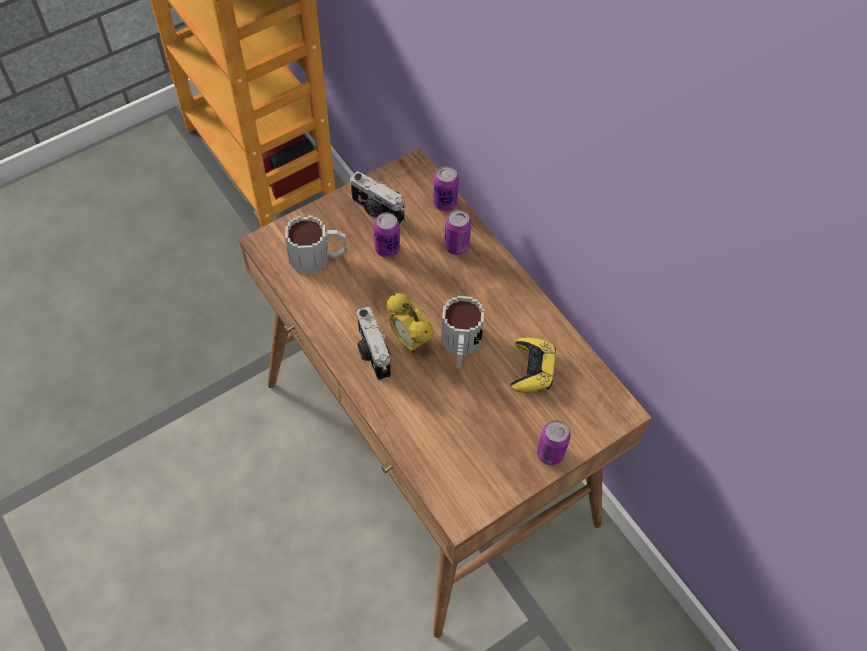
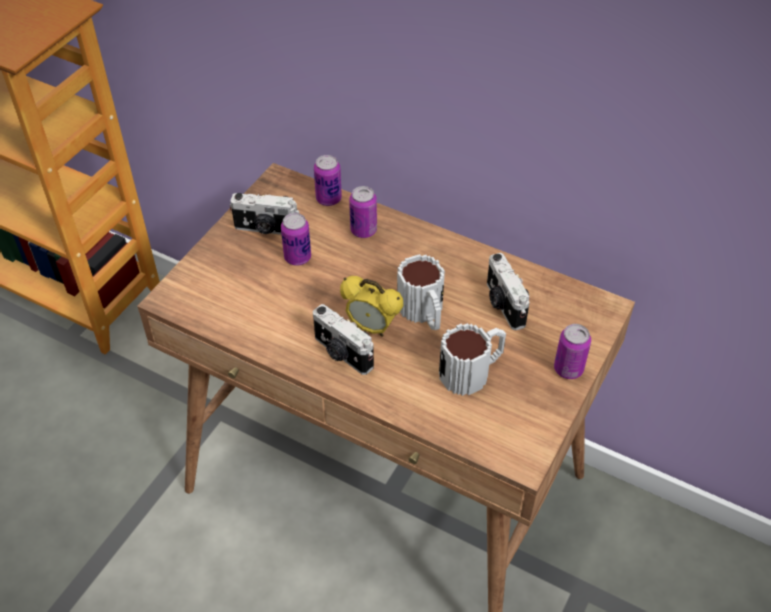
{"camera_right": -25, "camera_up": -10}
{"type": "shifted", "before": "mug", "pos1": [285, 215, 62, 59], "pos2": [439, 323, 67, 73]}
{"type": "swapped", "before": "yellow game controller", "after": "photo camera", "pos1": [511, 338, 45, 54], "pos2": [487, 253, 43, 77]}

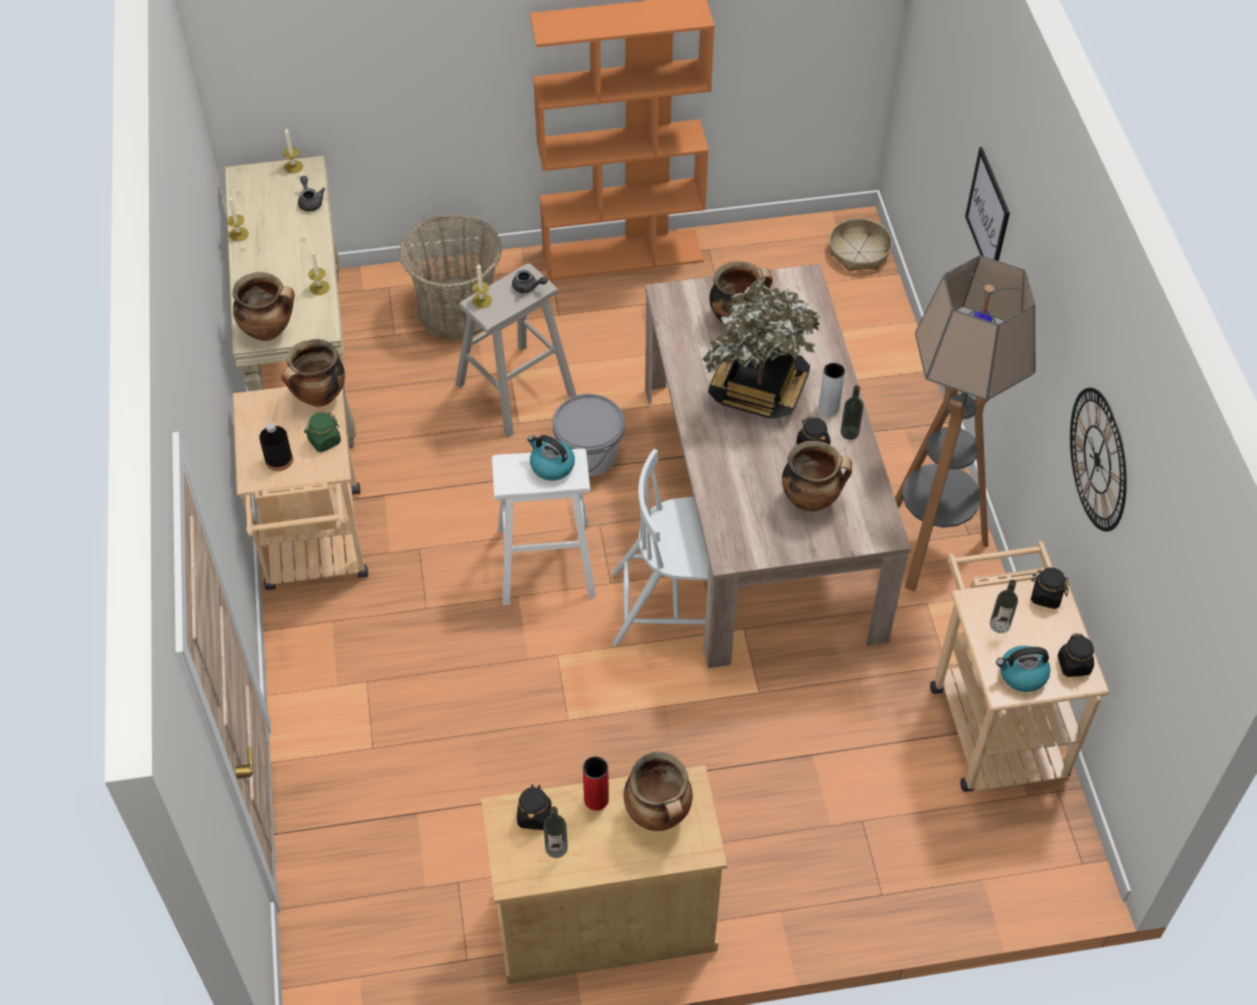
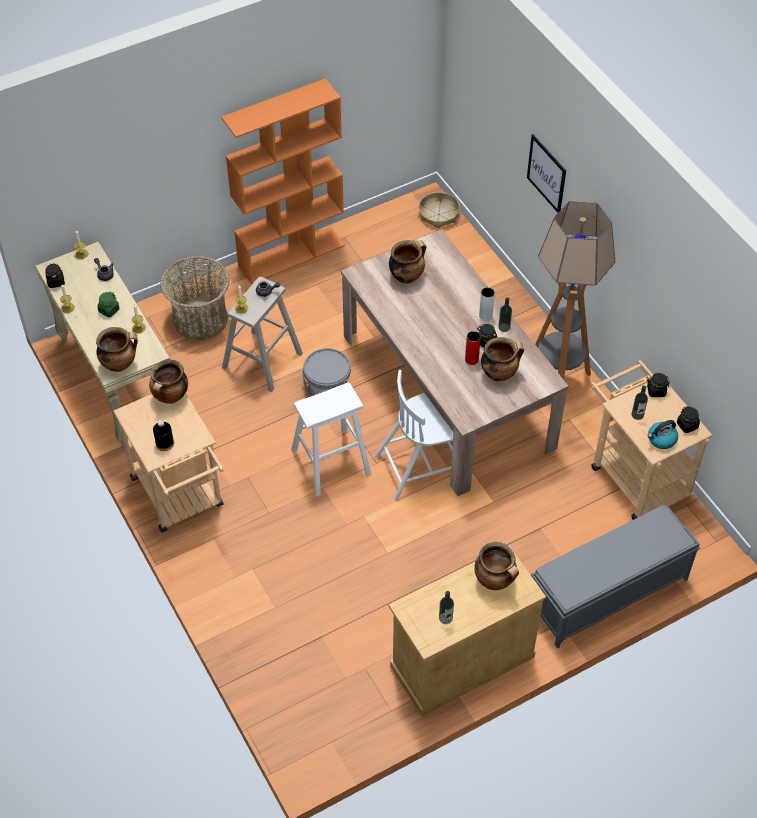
{"camera_right": -20, "camera_up": 0}
{"type": "gone", "before": "kettle", "pos1": [527, 435, 48, 46]}
{"type": "gone", "before": "potted plant", "pos1": [702, 279, 119, 140]}
{"type": "gone", "before": "wall clock", "pos1": [1070, 388, 57, 144]}
{"type": "new", "after": "grey bench", "pos2": [531, 505, 169, 144]}
{"type": "shifted", "before": "green jar", "pos1": [304, 412, 37, 40], "pos2": [98, 291, 21, 26]}
{"type": "shifted", "before": "black jar", "pos1": [517, 784, 34, 46], "pos2": [45, 264, 20, 24]}
{"type": "shifted", "before": "red vase", "pos1": [583, 756, 26, 55], "pos2": [465, 331, 16, 34]}

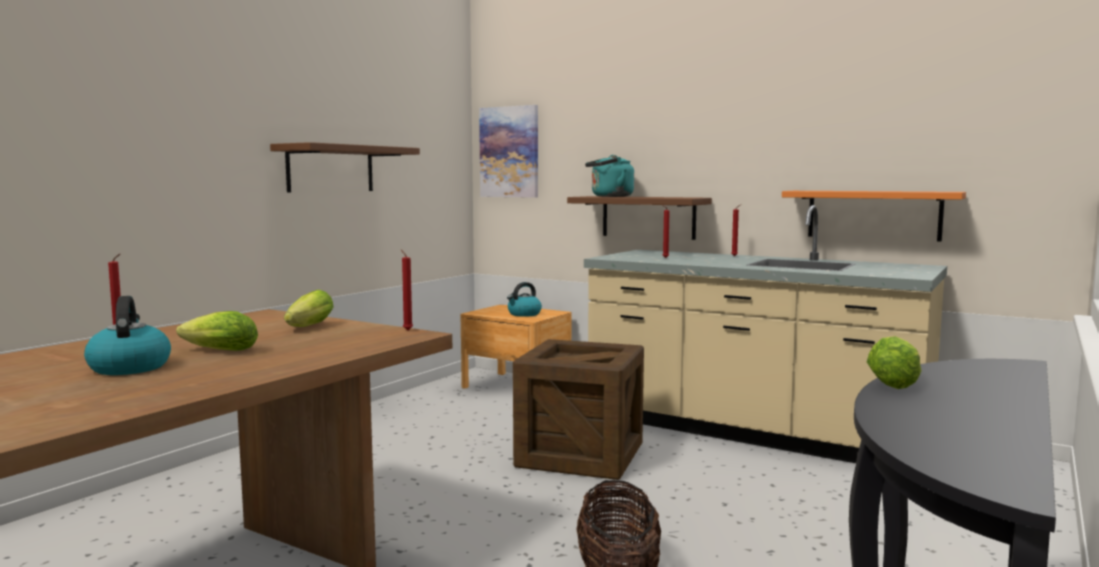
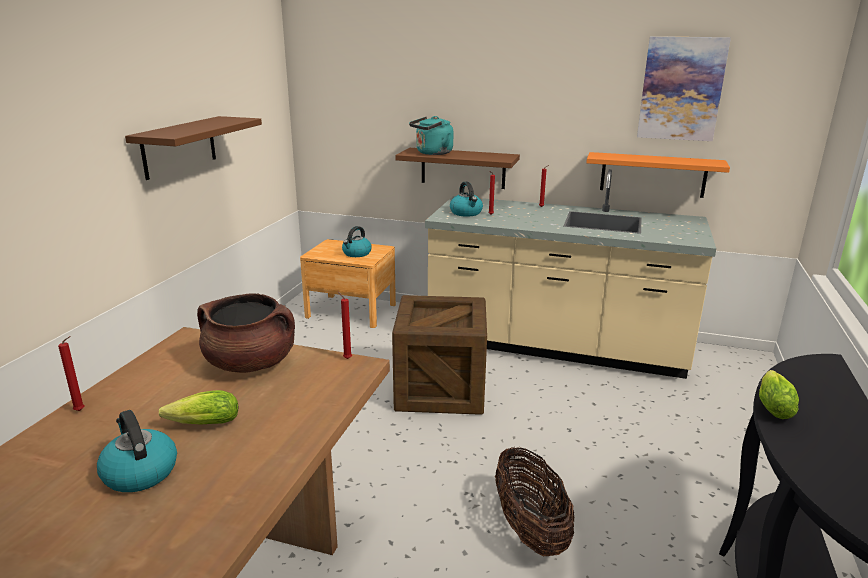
{"camera_right": -15, "camera_up": 15}
{"type": "new", "after": "kettle", "pos2": [450, 182, 33, 35]}
{"type": "shifted", "before": "picture", "pos1": [479, 105, 59, 93], "pos2": [637, 36, 94, 105]}
{"type": "swapped", "before": "lettuce", "after": "brown cooking pot", "pos1": [284, 290, 49, 37], "pos2": [197, 293, 98, 80]}

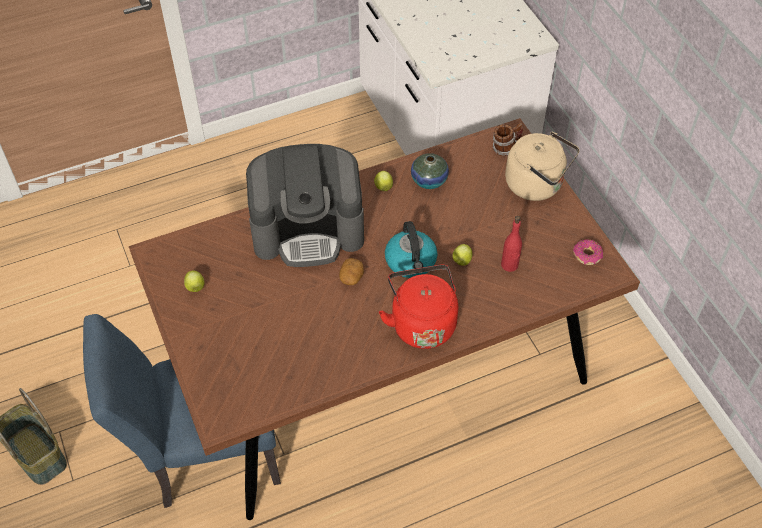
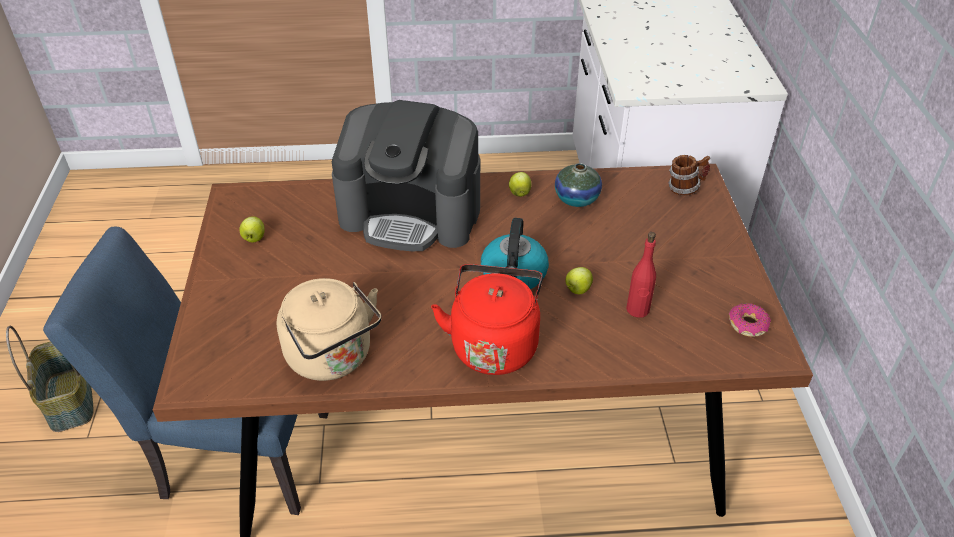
{"camera_right": 20, "camera_up": -10}
{"type": "gone", "before": "potato", "pos1": [339, 258, 25, 27]}
{"type": "shifted", "before": "beige kettle", "pos1": [505, 132, 75, 69], "pos2": [277, 278, 105, 103]}

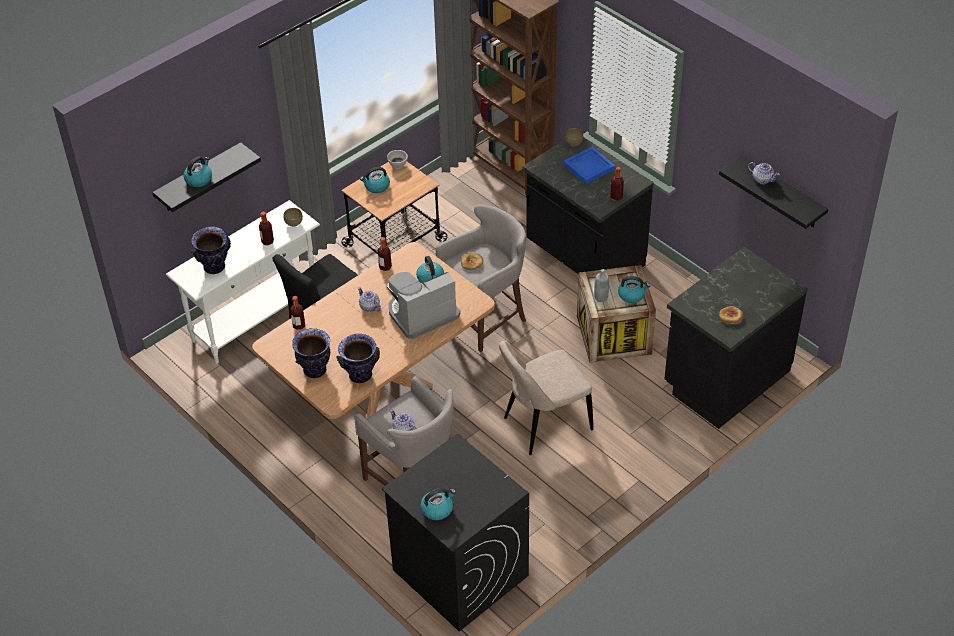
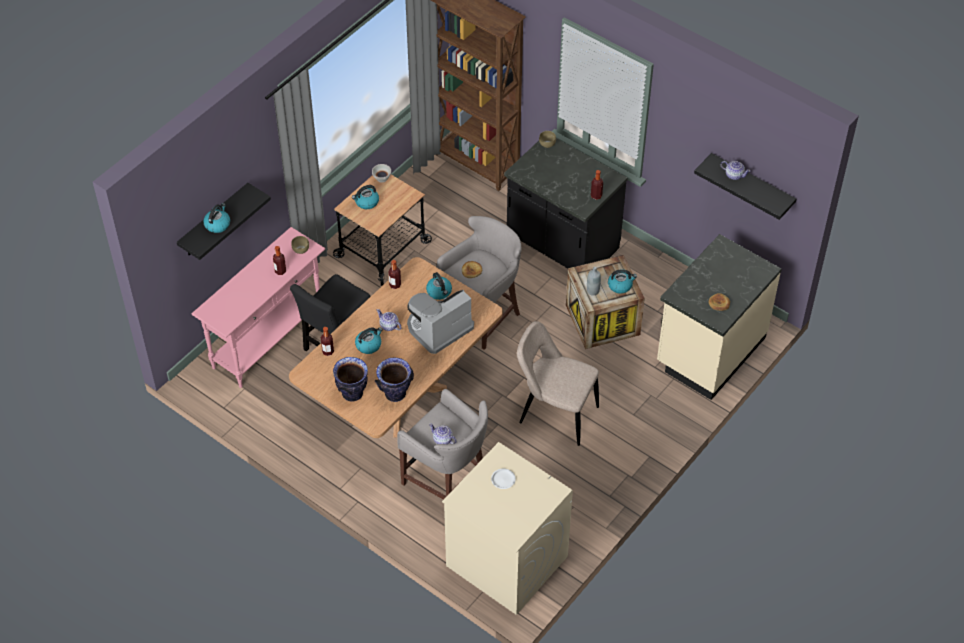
{"camera_right": -10, "camera_up": 5}
{"type": "gone", "before": "vase", "pos1": [191, 227, 40, 47]}
{"type": "gone", "before": "blue tray", "pos1": [563, 147, 52, 37]}
{"type": "new", "after": "white plate", "pos2": [491, 469, 25, 20]}
{"type": "shifted", "before": "kettle", "pos1": [420, 488, 36, 32], "pos2": [355, 327, 28, 27]}
{"type": "repainted", "before": "white console table", "after": "pink console table", "pos1": [166, 200, 154, 164], "pos2": [191, 227, 134, 161]}
{"type": "repainted", "before": "black washing machine", "after": "beige washing machine", "pos1": [382, 434, 147, 198], "pos2": [442, 442, 131, 173]}
{"type": "repainted", "before": "black counter", "after": "beige counter", "pos1": [664, 247, 144, 182], "pos2": [657, 234, 125, 166]}
{"type": "rotated", "before": "beige chair", "pos1": [499, 341, 94, 114], "pos2": [517, 321, 82, 125], "turn": 60}

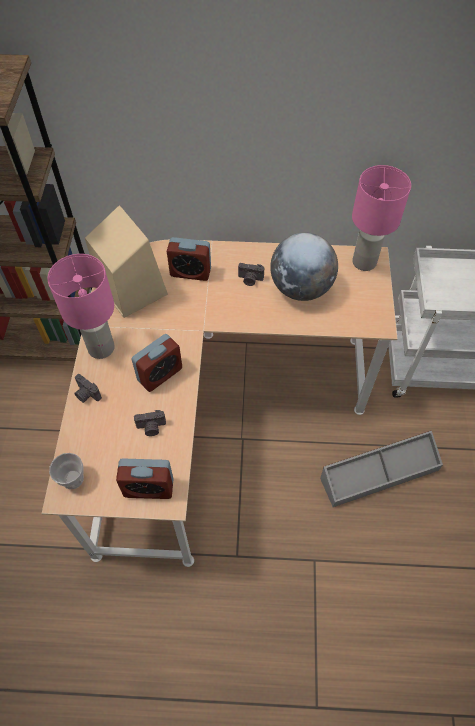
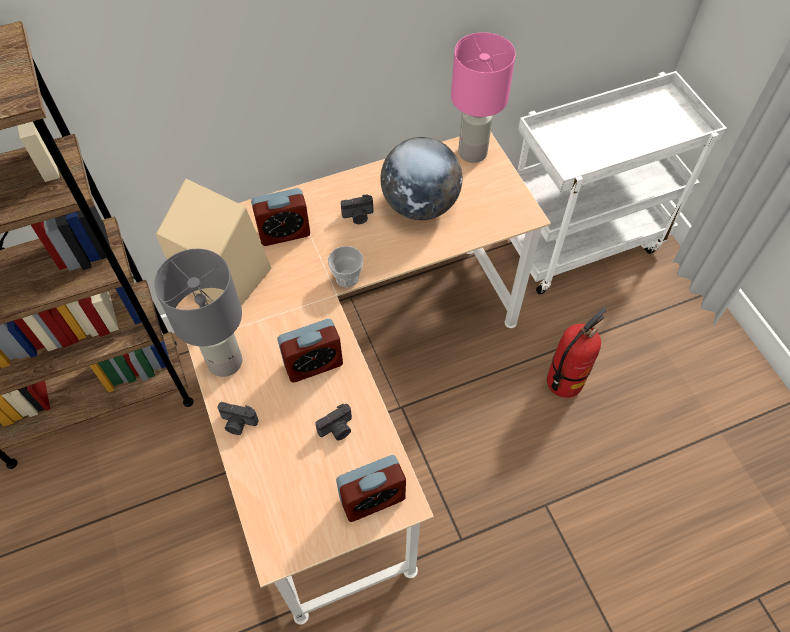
{"camera_right": -25, "camera_up": 0}
{"type": "shifted", "before": "cup", "pos1": [49, 453, 35, 36], "pos2": [328, 246, 36, 42]}
{"type": "swapped", "before": "grey storage box", "after": "fire extinguisher", "pos1": [320, 430, 123, 77], "pos2": [547, 307, 60, 91]}
{"type": "repainted", "before": "pink table lamp", "after": "grey table lamp", "pos1": [47, 254, 68, 105], "pos2": [154, 249, 88, 128]}
{"type": "rotated", "before": "alarm clock", "pos1": [132, 334, 50, 58], "pos2": [277, 319, 66, 64], "turn": 45}

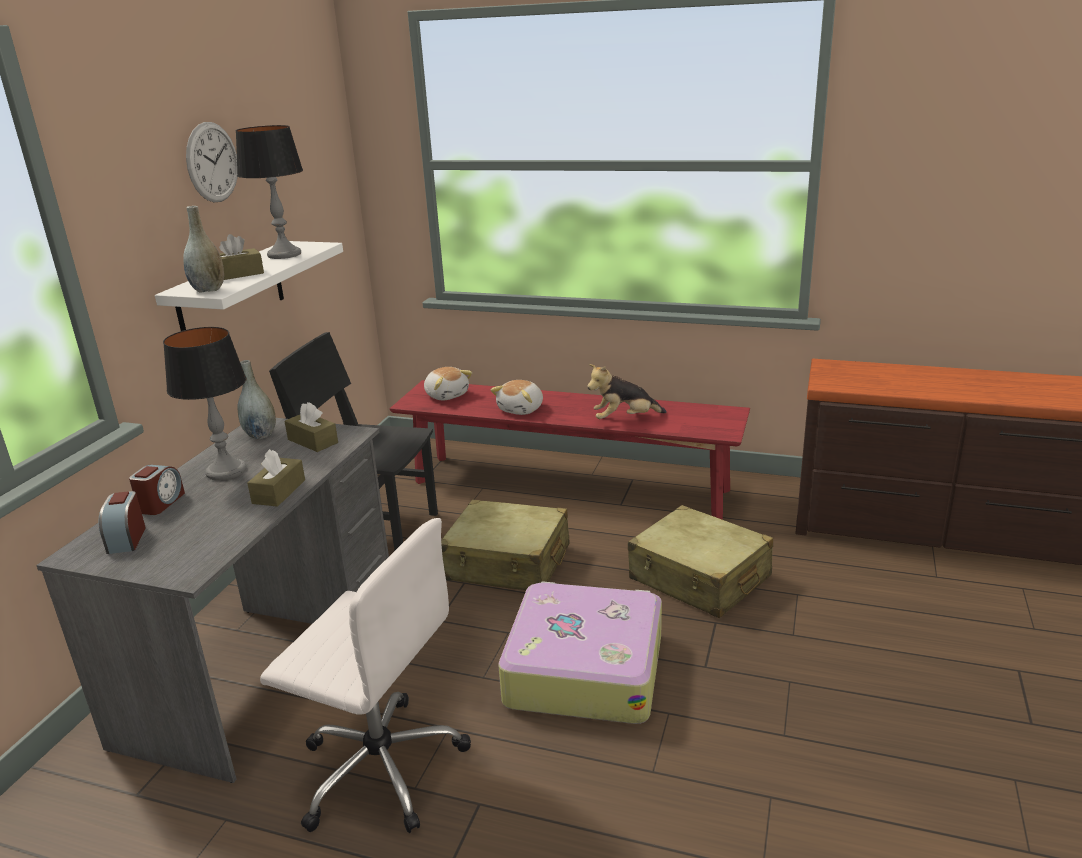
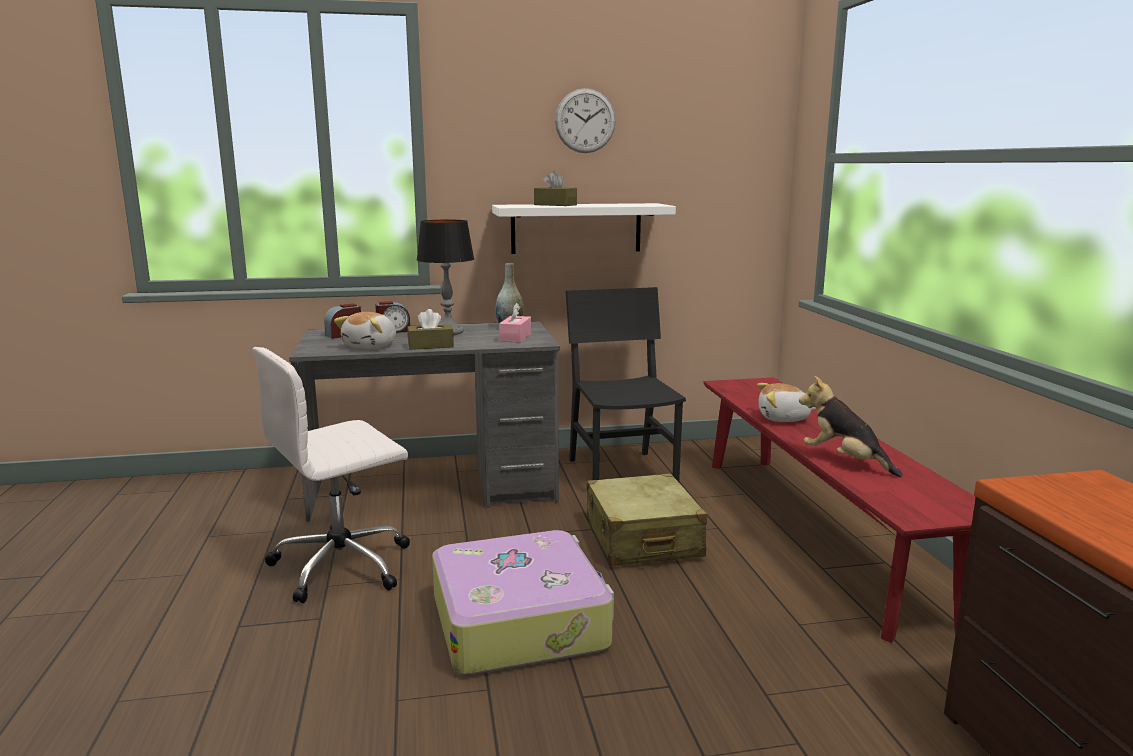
{"camera_right": 60, "camera_up": -10}
{"type": "gone", "before": "grey vase", "pos1": [183, 206, 41, 87]}
{"type": "gone", "before": "table lamp", "pos1": [235, 125, 68, 134]}
{"type": "gone", "before": "beige suitcase", "pos1": [628, 505, 145, 113]}
{"type": "shifted", "before": "plush toy", "pos1": [424, 367, 48, 33], "pos2": [334, 312, 62, 37]}
{"type": "repainted", "before": "brown tissue box", "after": "pink tissue box", "pos1": [285, 402, 53, 50], "pos2": [499, 303, 32, 40]}
{"type": "rotated", "before": "white office chair", "pos1": [260, 518, 211, 315], "pos2": [253, 347, 157, 256], "turn": 60}

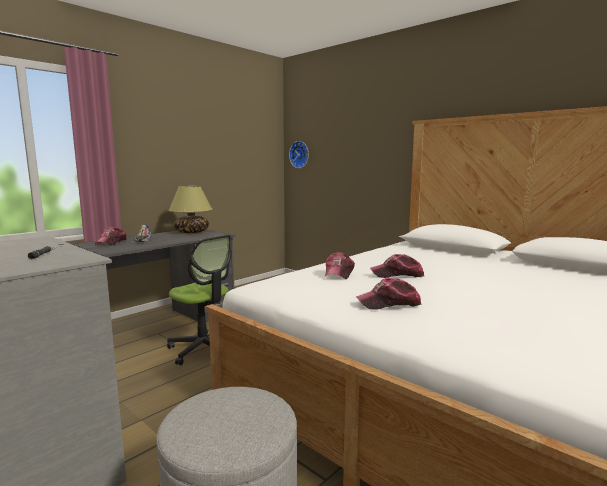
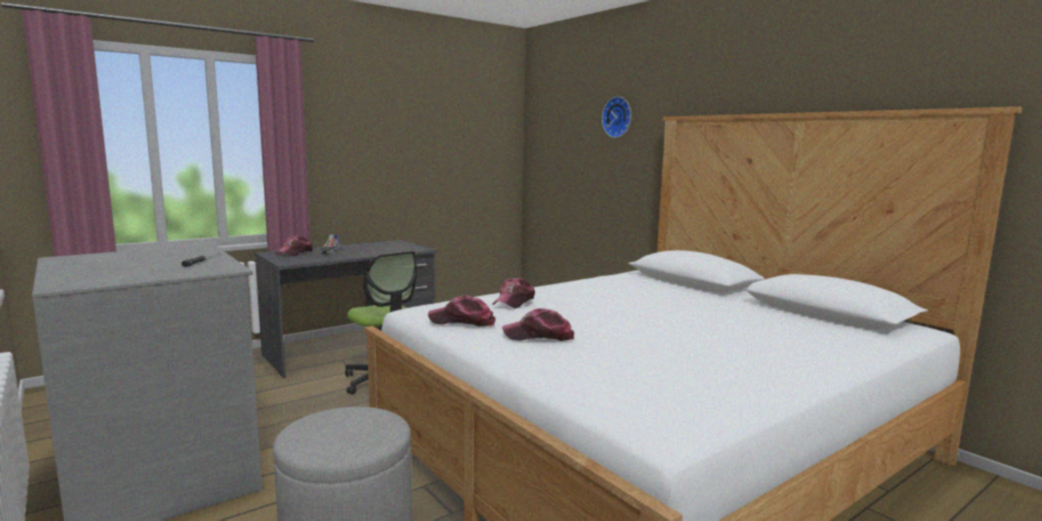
{"camera_right": 10, "camera_up": 0}
{"type": "gone", "before": "table lamp", "pos1": [169, 186, 43, 47]}
{"type": "shifted", "before": "wall clock", "pos1": [289, 141, 20, 27], "pos2": [602, 97, 29, 41]}
{"type": "shifted", "before": "cap", "pos1": [370, 254, 55, 24], "pos2": [428, 296, 68, 31]}

